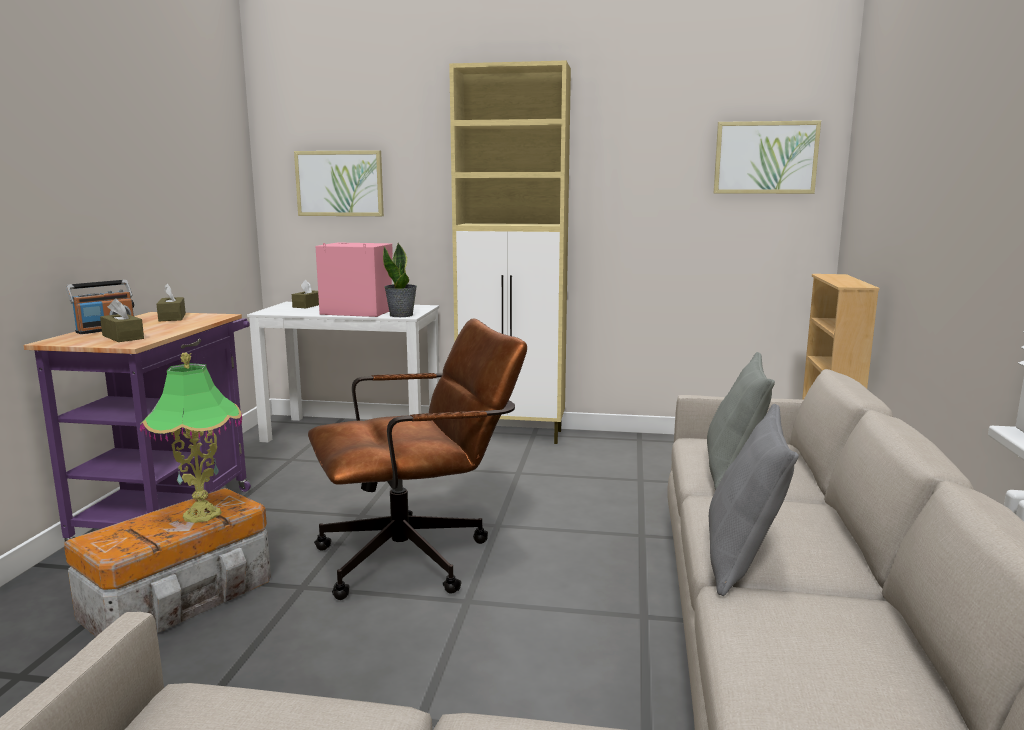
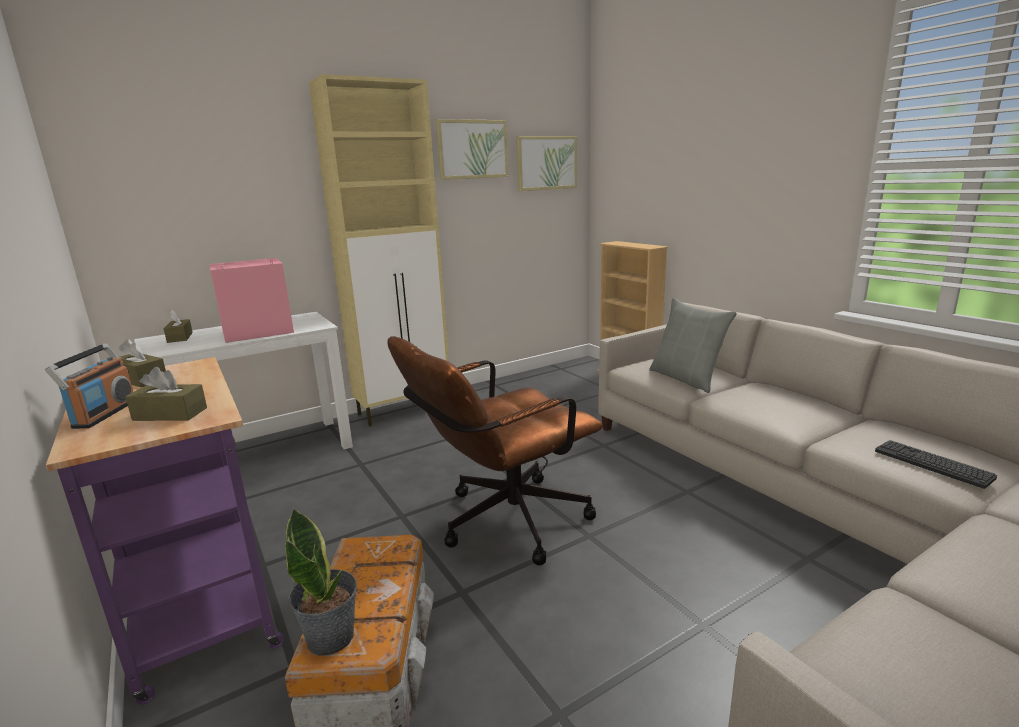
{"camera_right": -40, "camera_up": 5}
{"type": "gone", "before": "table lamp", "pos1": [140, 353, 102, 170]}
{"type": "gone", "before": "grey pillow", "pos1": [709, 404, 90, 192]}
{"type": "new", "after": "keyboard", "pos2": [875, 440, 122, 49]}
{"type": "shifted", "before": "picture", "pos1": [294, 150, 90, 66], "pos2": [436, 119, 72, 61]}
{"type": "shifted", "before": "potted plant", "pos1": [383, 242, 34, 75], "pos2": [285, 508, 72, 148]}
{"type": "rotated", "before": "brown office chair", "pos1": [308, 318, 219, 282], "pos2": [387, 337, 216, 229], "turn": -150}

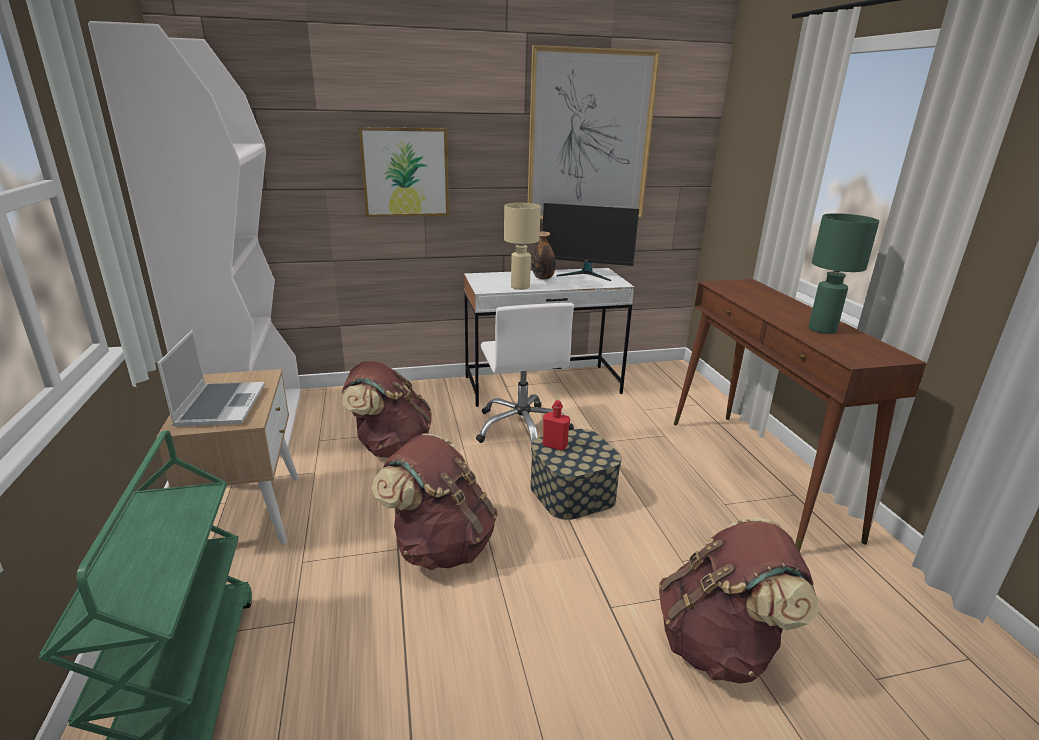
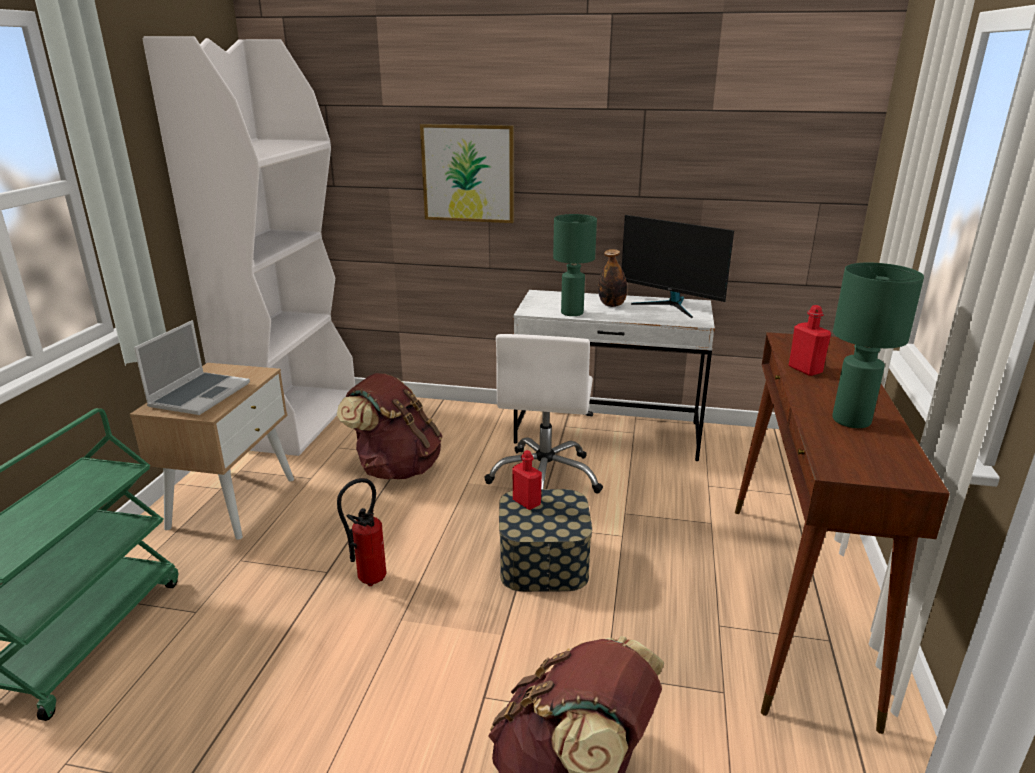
{"camera_right": 25, "camera_up": 0}
{"type": "gone", "before": "picture", "pos1": [528, 45, 132, 175]}
{"type": "new", "after": "red bottle", "pos2": [789, 305, 42, 71]}
{"type": "swapped", "before": "brown backpack", "after": "fire extinguisher", "pos1": [371, 434, 127, 136], "pos2": [337, 478, 50, 108]}
{"type": "repainted", "before": "beige table lamp", "after": "green table lamp", "pos1": [504, 203, 37, 87], "pos2": [553, 214, 44, 102]}

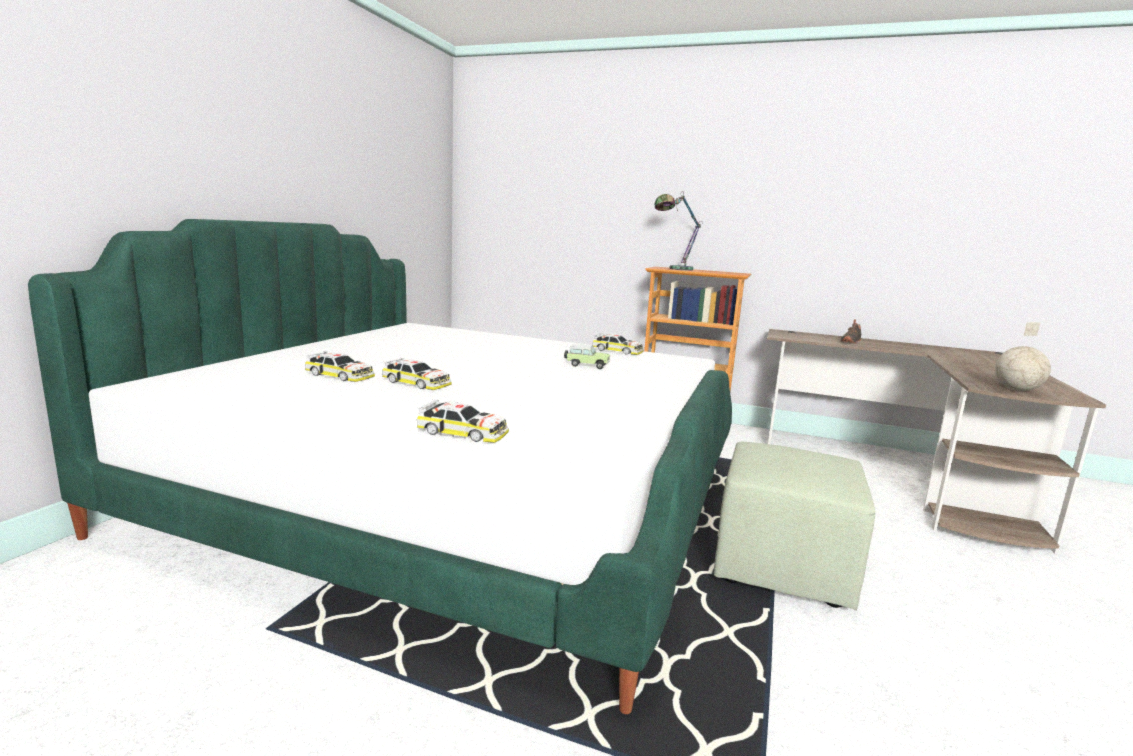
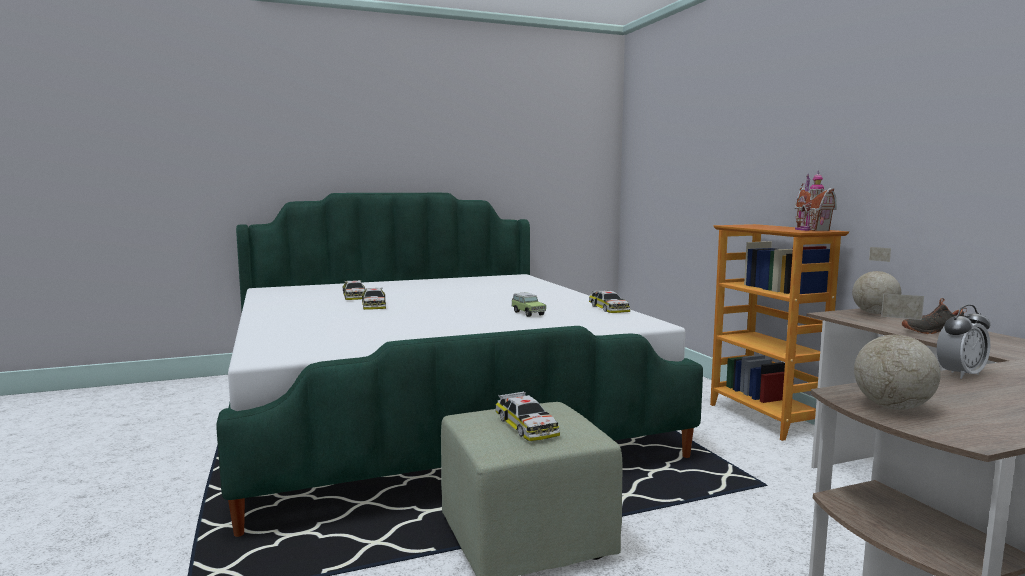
{"camera_right": 50, "camera_up": -5}
{"type": "gone", "before": "table lamp", "pos1": [655, 191, 48, 80]}
{"type": "new", "after": "toy house", "pos2": [795, 171, 42, 60]}
{"type": "new", "after": "globe", "pos2": [852, 247, 49, 67]}
{"type": "new", "after": "alarm clock", "pos2": [937, 305, 53, 74]}
{"type": "shifted", "before": "toy car", "pos1": [417, 399, 92, 44], "pos2": [496, 391, 64, 50]}

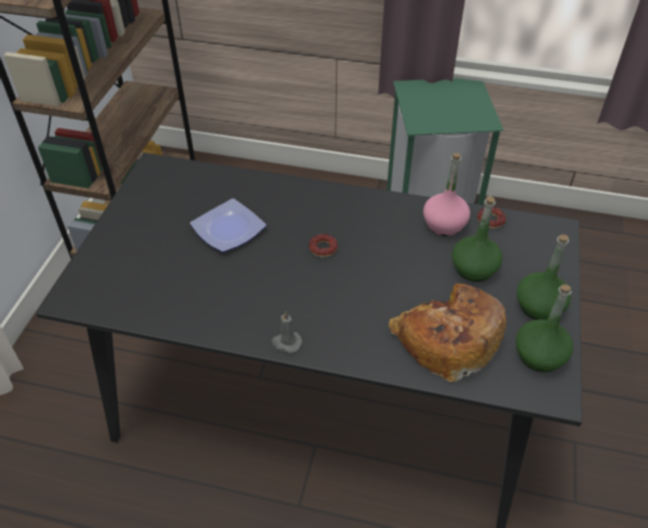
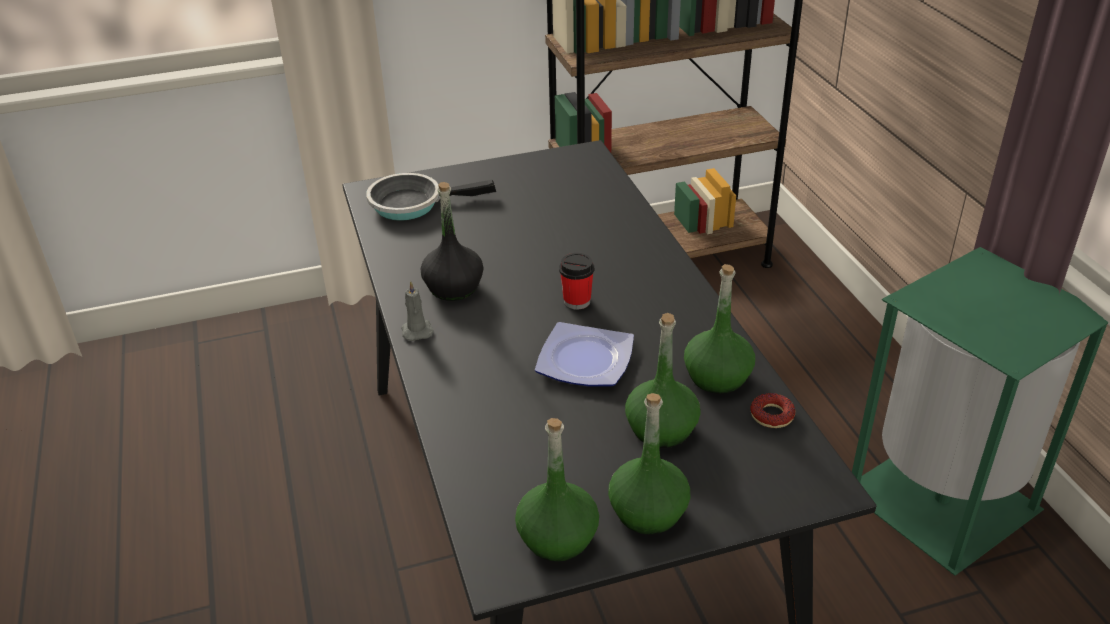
{"camera_right": 60, "camera_up": -10}
{"type": "gone", "before": "bread", "pos1": [389, 284, 117, 98]}
{"type": "new", "after": "frying pan", "pos2": [366, 173, 130, 48]}
{"type": "new", "after": "black bottle", "pos2": [421, 182, 63, 119]}
{"type": "shifted", "before": "plate", "pos1": [190, 198, 76, 54], "pos2": [535, 322, 99, 65]}
{"type": "swapped", "before": "donut", "after": "cup", "pos1": [309, 234, 29, 23], "pos2": [559, 253, 35, 57]}
{"type": "repainted", "before": "pink bottle", "after": "green bottle", "pos1": [423, 153, 47, 83], "pos2": [684, 264, 71, 130]}

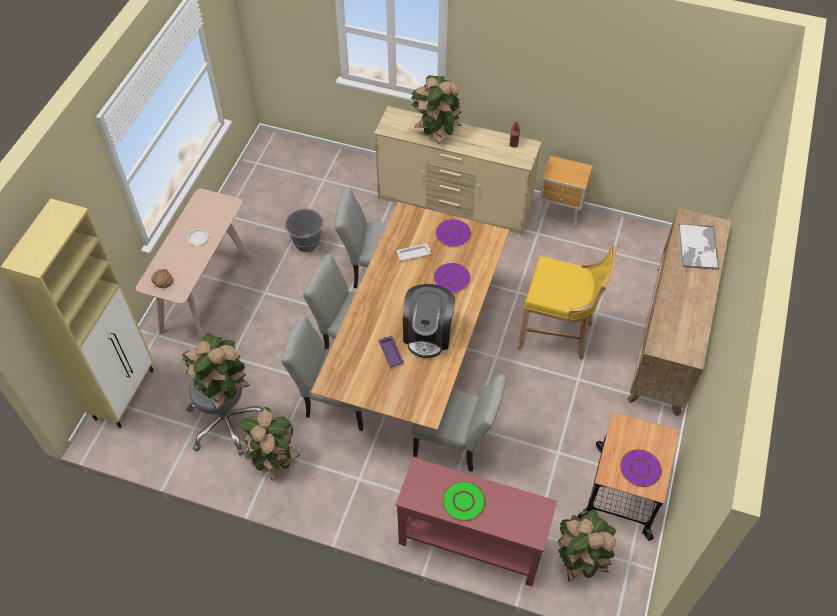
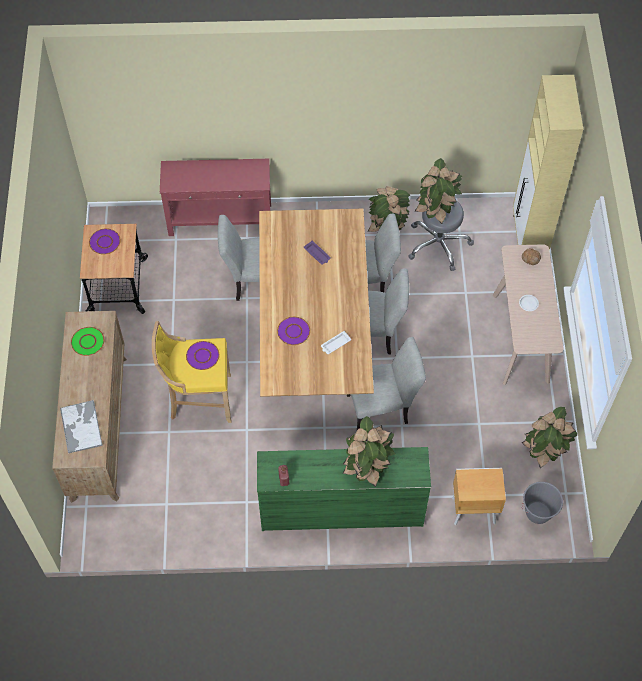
{"camera_right": 160, "camera_up": 5}
{"type": "gone", "before": "coffee machine", "pos1": [403, 284, 52, 74]}
{"type": "shifted", "before": "grey bucket", "pos1": [285, 209, 40, 43], "pos2": [522, 482, 41, 42]}
{"type": "shifted", "before": "purple plate", "pos1": [435, 219, 36, 28], "pos2": [186, 341, 33, 29]}
{"type": "shifted", "before": "green plate", "pos1": [442, 481, 43, 40], "pos2": [71, 327, 34, 29]}
{"type": "shifted", "before": "brown nightstand", "pos1": [538, 155, 55, 74], "pos2": [452, 468, 54, 57]}
{"type": "shifted", "before": "potted plant", "pos1": [557, 510, 59, 72], "pos2": [522, 407, 55, 61]}
{"type": "repainted", "before": "beige dresser", "after": "green dresser", "pos1": [374, 106, 167, 129], "pos2": [257, 447, 174, 84]}

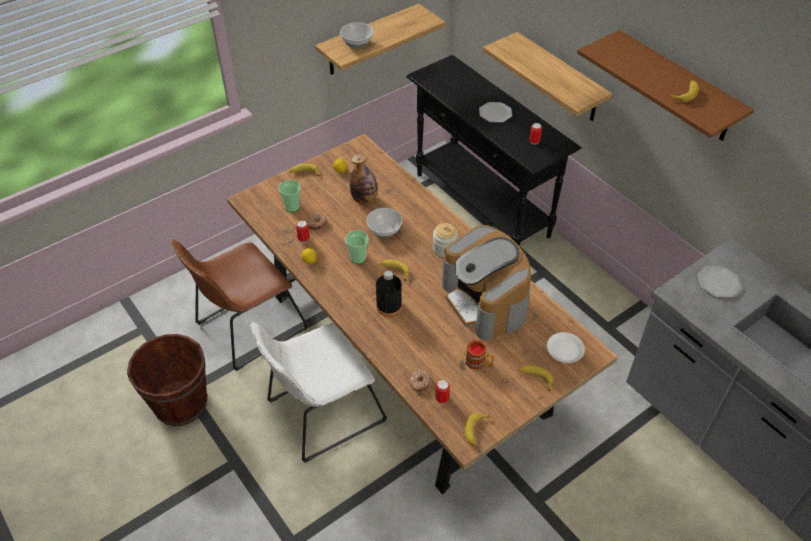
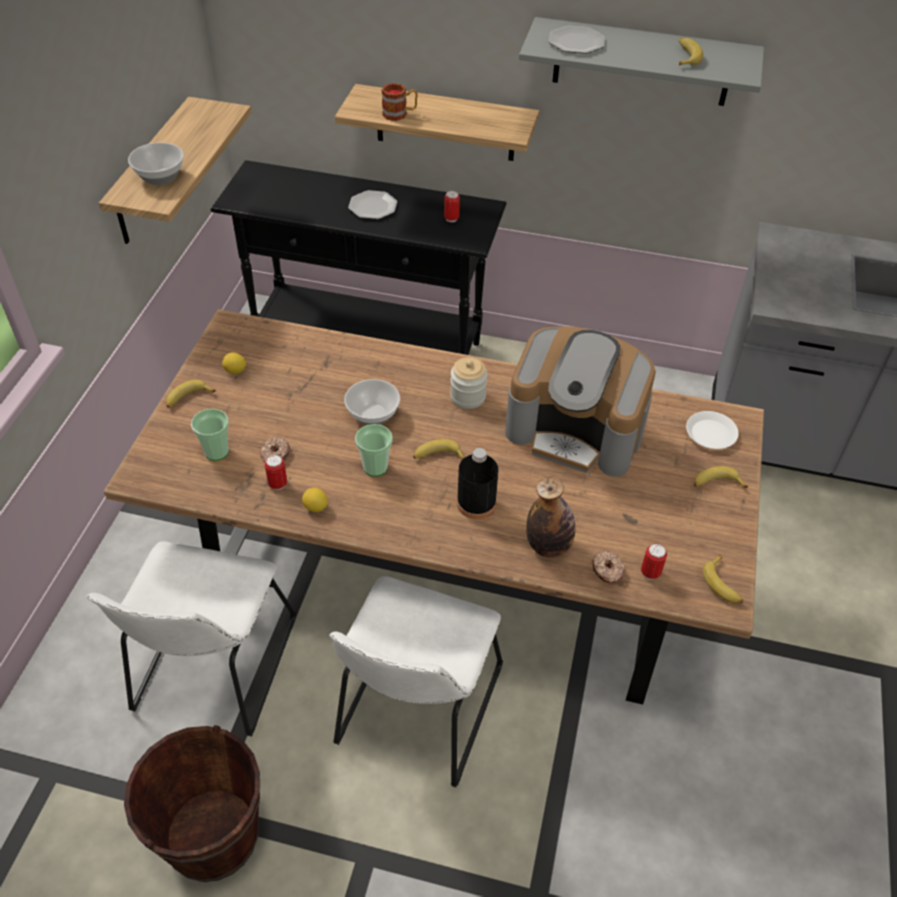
{"camera_right": -40, "camera_up": 0}
{"type": "shifted", "before": "bottle", "pos1": [350, 154, 27, 51], "pos2": [526, 476, 49, 82]}
{"type": "shifted", "before": "mug", "pos1": [465, 340, 29, 30], "pos2": [382, 83, 36, 38]}
{"type": "shifted", "before": "plate", "pos1": [697, 266, 45, 32], "pos2": [548, 26, 57, 28]}
{"type": "repainted", "before": "brown chair", "after": "white chair", "pos1": [171, 240, 137, 131], "pos2": [86, 541, 210, 196]}
{"type": "repainted", "before": "brown shelf", "after": "grey shelf", "pos1": [577, 30, 177, 111], "pos2": [519, 17, 245, 89]}

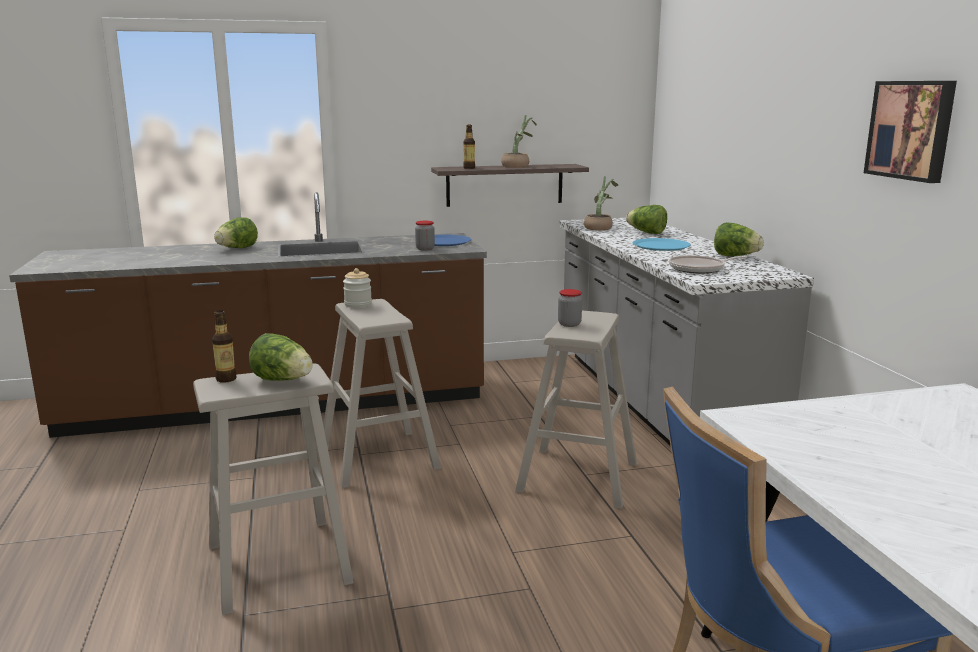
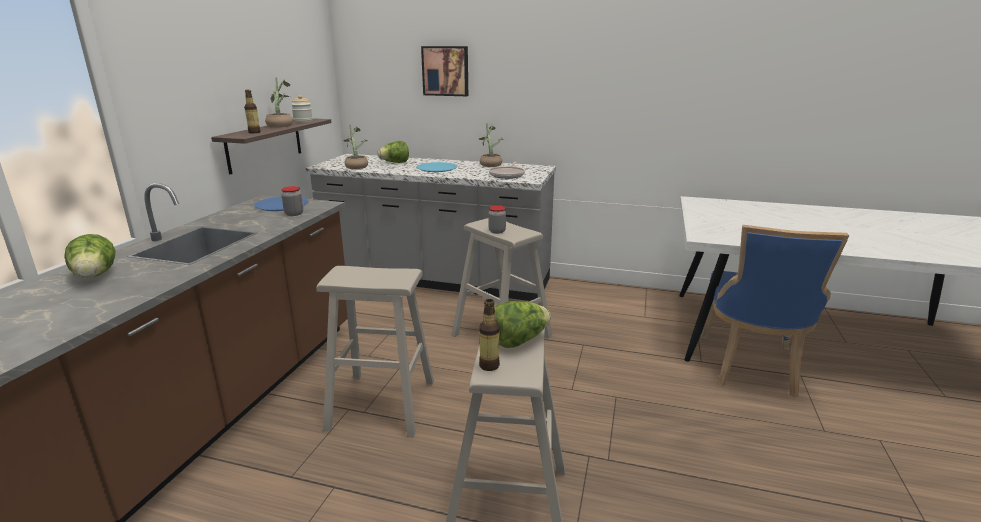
{"camera_right": -60, "camera_up": 5}
{"type": "shifted", "before": "jar", "pos1": [343, 268, 29, 40], "pos2": [291, 95, 22, 28]}
{"type": "shifted", "before": "picture", "pos1": [864, 81, 93, 102], "pos2": [421, 46, 47, 50]}
{"type": "swapped", "before": "lettuce", "after": "potted plant", "pos1": [714, 223, 50, 33], "pos2": [479, 123, 25, 44]}

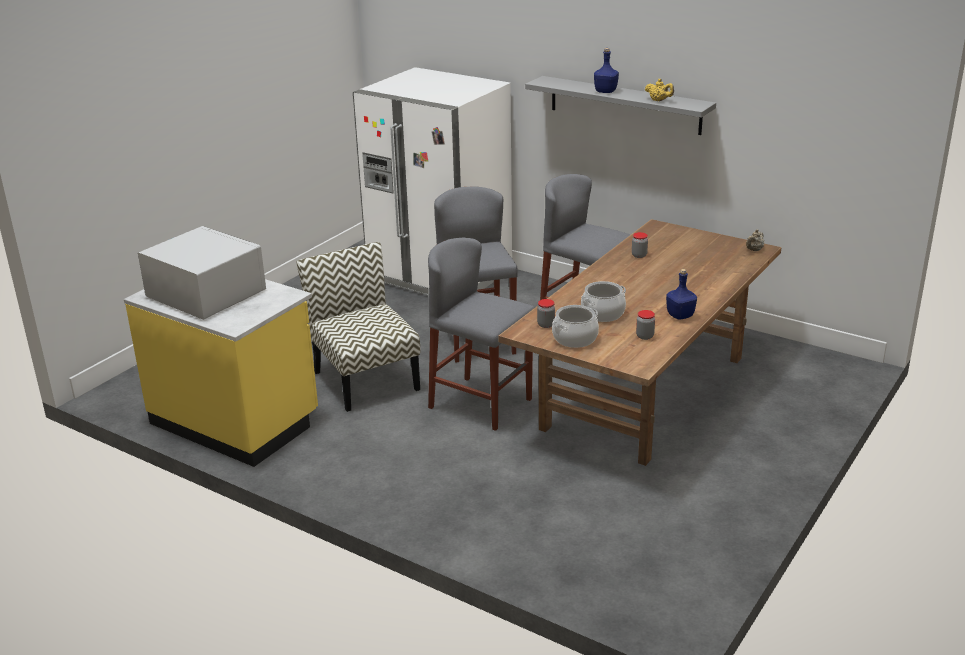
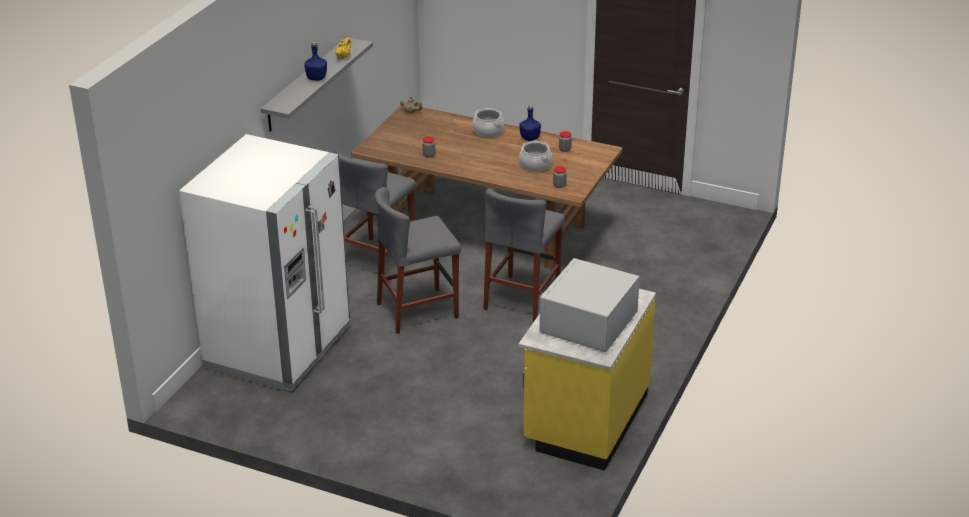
{"camera_right": -100, "camera_up": 5}
{"type": "gone", "before": "chair", "pos1": [296, 242, 124, 170]}
{"type": "shifted", "before": "cooking pot", "pos1": [552, 305, 47, 43], "pos2": [472, 108, 32, 30]}

